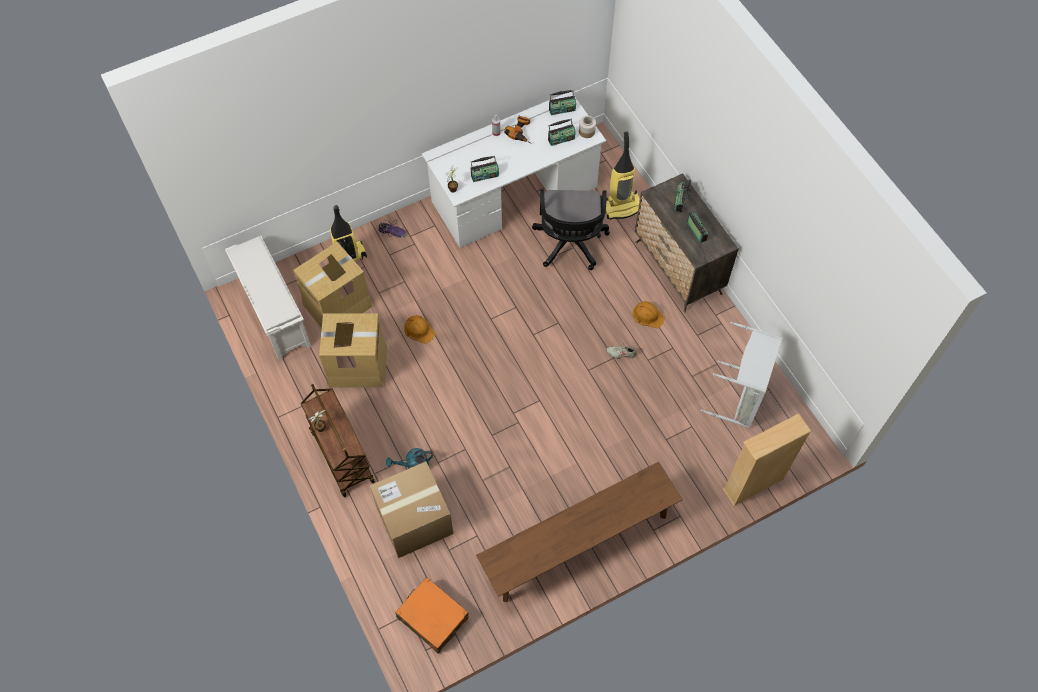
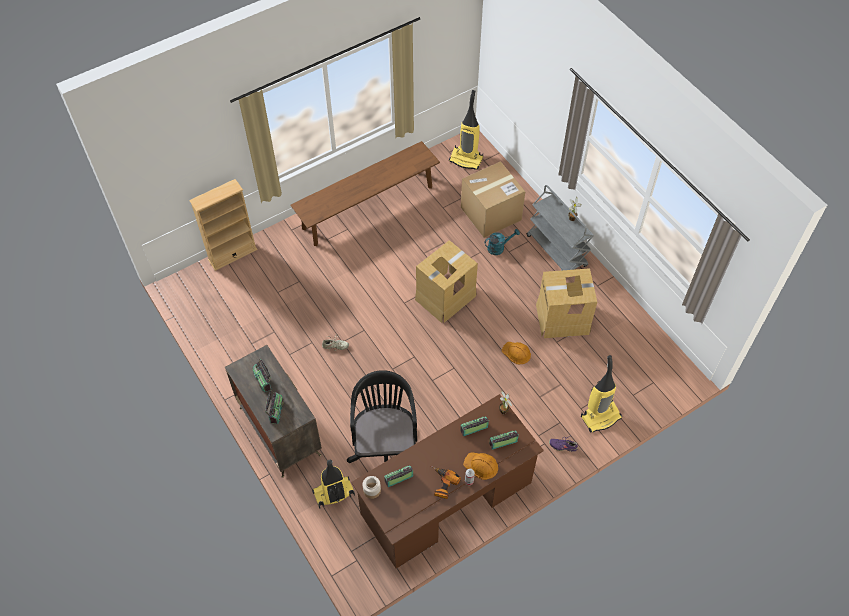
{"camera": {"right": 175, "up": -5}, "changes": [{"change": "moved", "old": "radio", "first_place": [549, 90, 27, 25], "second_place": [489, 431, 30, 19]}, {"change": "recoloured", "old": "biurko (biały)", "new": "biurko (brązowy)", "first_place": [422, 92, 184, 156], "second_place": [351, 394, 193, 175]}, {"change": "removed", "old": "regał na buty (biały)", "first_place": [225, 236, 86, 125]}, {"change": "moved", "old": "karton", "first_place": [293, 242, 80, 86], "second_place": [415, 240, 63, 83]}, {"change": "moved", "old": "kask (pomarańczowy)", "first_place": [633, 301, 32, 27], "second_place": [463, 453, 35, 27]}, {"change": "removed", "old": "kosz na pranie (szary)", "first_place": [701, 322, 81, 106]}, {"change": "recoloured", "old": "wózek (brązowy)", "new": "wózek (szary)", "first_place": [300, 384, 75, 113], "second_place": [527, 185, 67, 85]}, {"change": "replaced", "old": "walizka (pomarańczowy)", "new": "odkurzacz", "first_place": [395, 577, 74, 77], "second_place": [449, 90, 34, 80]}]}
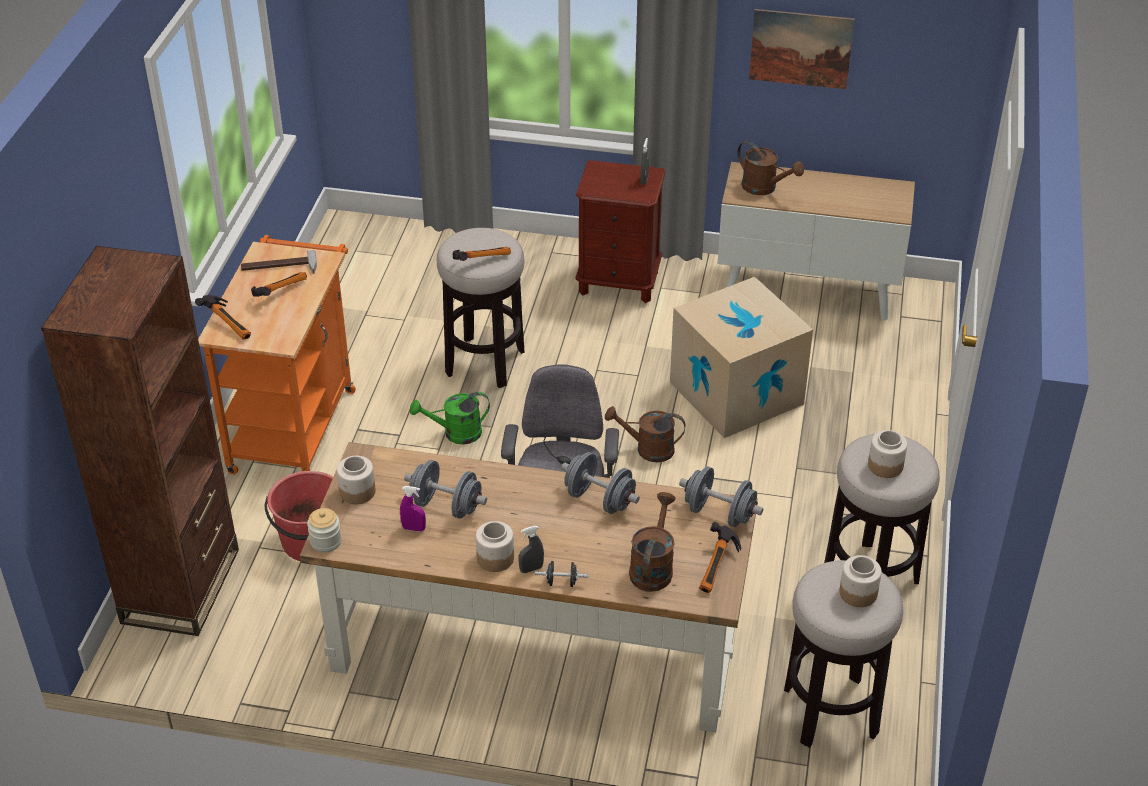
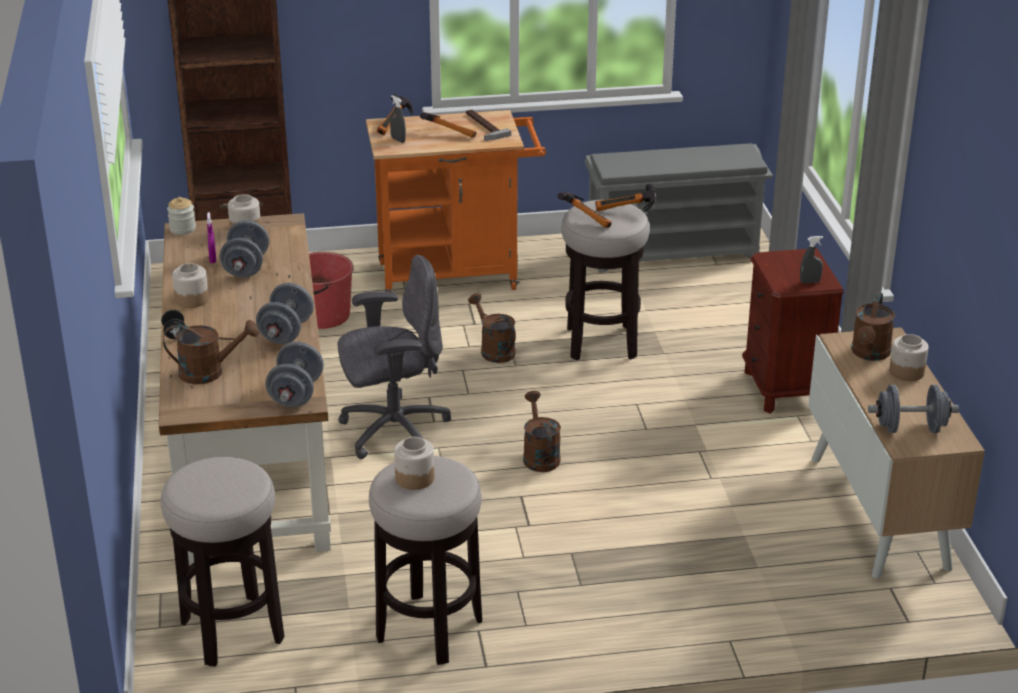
{"camera": {"right": 70, "up": -10}, "changes": [{"change": "removed", "old": "obraz", "first_place": [749, 9, 106, 80]}, {"change": "removed", "old": "karton", "first_place": [670, 277, 143, 161]}, {"change": "recoloured", "old": "konewka (zielony)", "new": "konewka (brązowy)", "first_place": [410, 392, 80, 52], "second_place": [468, 293, 48, 70]}, {"change": "moved", "old": "młotek", "first_place": [699, 522, 42, 71], "second_place": [595, 184, 61, 28]}, {"change": "moved", "old": "spryskiwacz (szary)", "first_place": [519, 526, 25, 47], "second_place": [390, 95, 16, 48]}, {"change": "moved", "old": "słoik", "first_place": [839, 555, 43, 52], "second_place": [889, 334, 39, 47]}, {"change": "added", "new": "regał na buty (szary)", "second_place": [585, 143, 188, 130]}, {"change": "added", "new": "hantel (szary)", "second_place": [868, 385, 91, 48]}]}
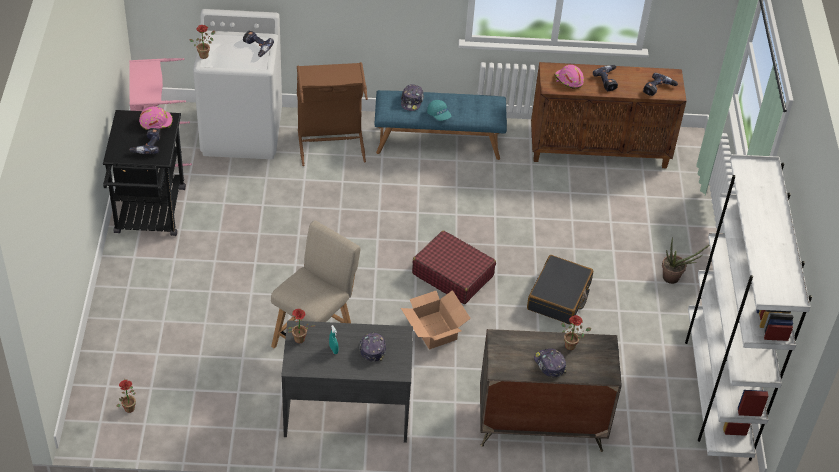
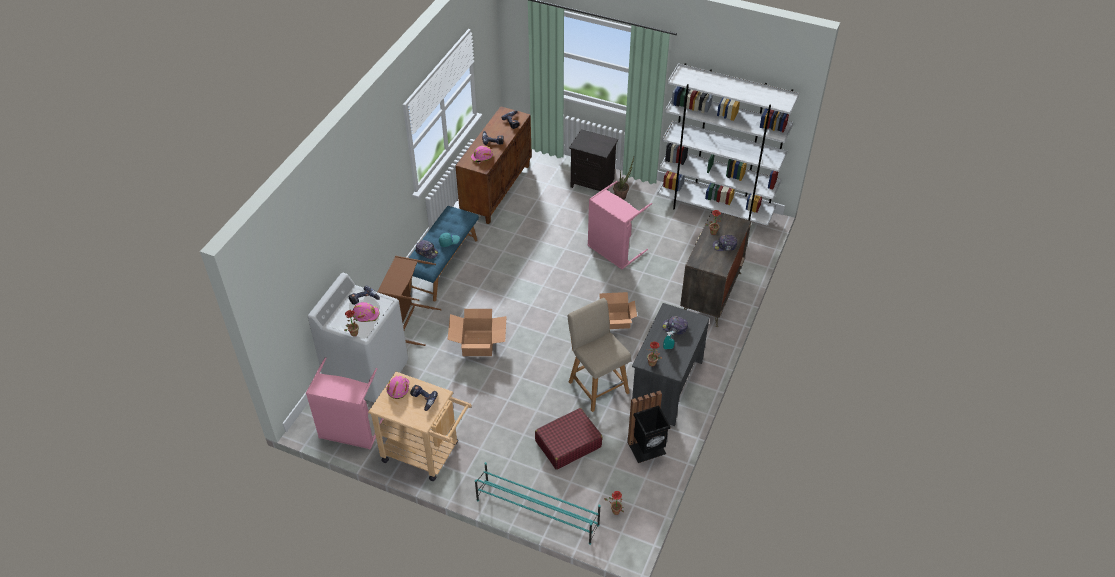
{"camera": {"right": -65, "up": 0}, "changes": [{"change": "recoloured", "old": "wózek (czarny)", "new": "wózek (beżowy)", "first_place": [103, 110, 83, 126], "second_place": [368, 372, 104, 109]}, {"change": "moved", "old": "walizka (czerwony)", "first_place": [412, 230, 84, 74], "second_place": [535, 408, 67, 62]}, {"change": "replaced", "old": "walizka (czarny)", "new": "kosz na pranie (różowy)", "first_place": [527, 255, 66, 70], "second_place": [588, 181, 64, 89]}, {"change": "added", "new": "szafka nocna (czarny)", "second_place": [569, 129, 49, 62]}, {"change": "added", "new": "kask (różowy)", "second_place": [353, 302, 27, 20]}, {"change": "added", "new": "karton", "second_place": [447, 309, 60, 47]}, {"change": "added", "new": "kosz na śmieci (czarny)", "second_place": [627, 391, 44, 72]}, {"change": "added", "new": "regał na buty (turkusowy)", "second_place": [475, 462, 126, 83]}]}
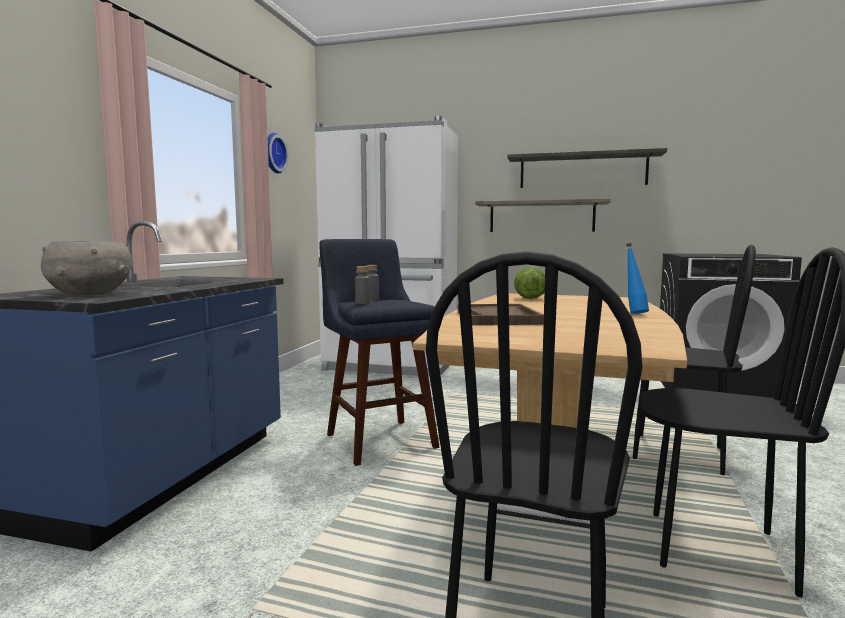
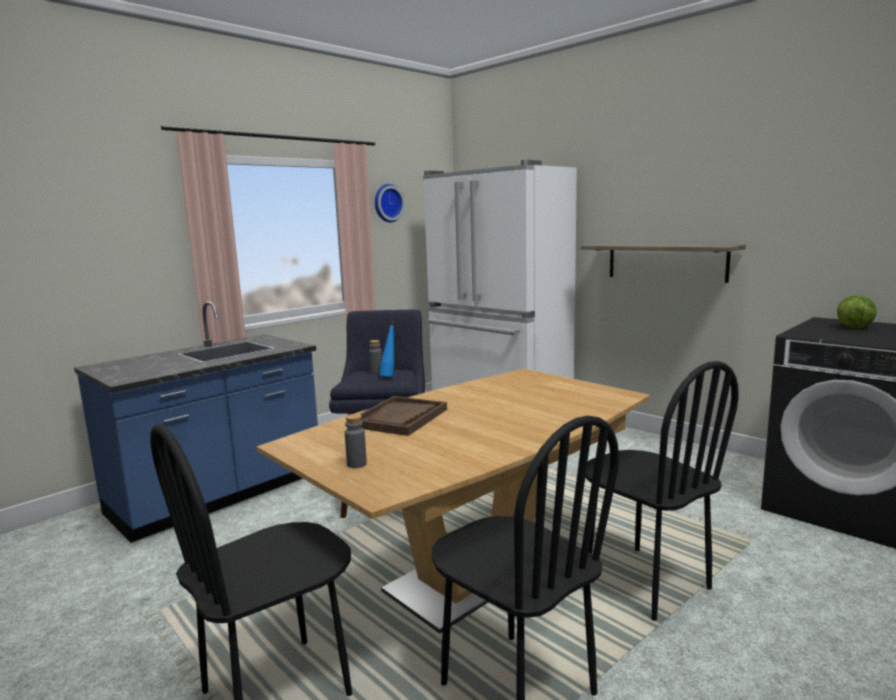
{"camera": {"right": 30, "up": 5}, "changes": [{"change": "removed", "old": "półka", "first_place": [507, 148, 160, 40]}, {"change": "removed", "old": "miska (szary)", "first_place": [41, 241, 90, 54]}, {"change": "moved", "old": "butelka (niebieski)", "first_place": [626, 243, 23, 71], "second_place": [379, 321, 15, 56]}, {"change": "moved", "old": "butelka (szary)", "first_place": [355, 266, 15, 38], "second_place": [345, 414, 22, 54]}, {"change": "moved", "old": "sałata", "first_place": [514, 267, 31, 32], "second_place": [837, 295, 40, 33]}]}
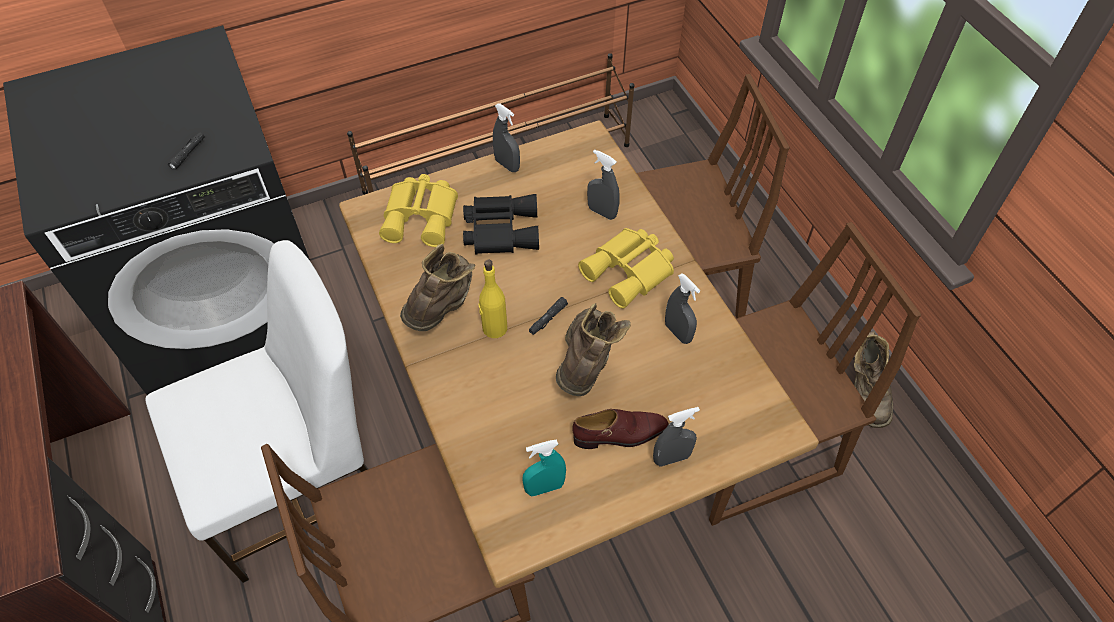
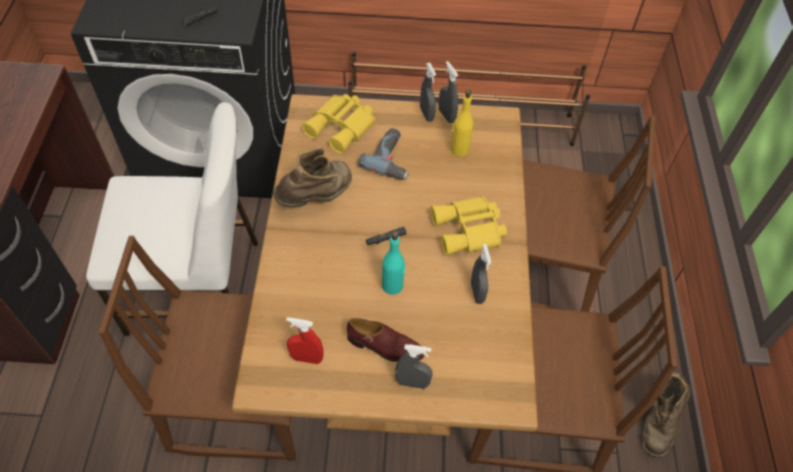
{"camera": {"right": 25, "up": 0}, "changes": [{"change": "moved", "old": "spryskiwacz (szary)", "first_place": [587, 149, 33, 71], "second_place": [439, 61, 19, 62]}, {"change": "replaced", "old": "lornetka (czarny)", "new": "wiertarka", "first_place": [463, 194, 76, 61], "second_place": [358, 128, 51, 52]}, {"change": "moved", "old": "butelka (żółty)", "first_place": [479, 260, 28, 78], "second_place": [451, 89, 22, 68]}, {"change": "replaced", "old": "but z cholewką (brązowy)", "new": "butelka (turkusowy)", "first_place": [556, 303, 75, 93], "second_place": [382, 231, 23, 64]}, {"change": "recoloured", "old": "spryskiwacz (turkusowy)", "new": "spryskiwacz (czerwony)", "first_place": [522, 440, 44, 56], "second_place": [286, 317, 38, 47]}]}
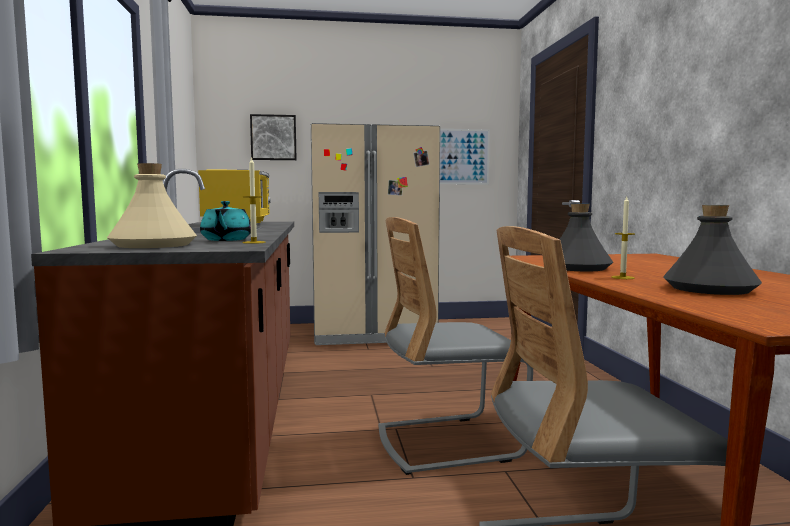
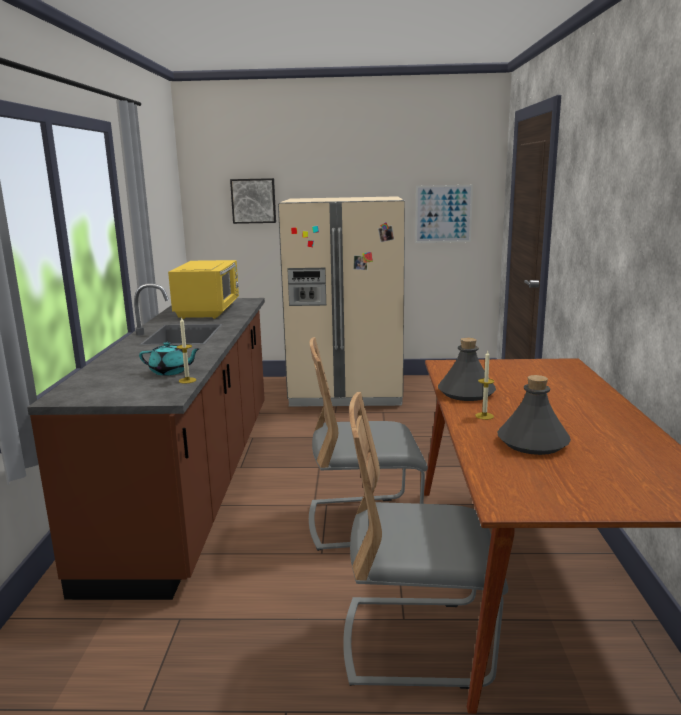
{"camera": {"right": 10, "up": 10}, "changes": [{"change": "removed", "old": "butelka (beżowy)", "first_place": [107, 163, 90, 85]}, {"change": "turned", "old": "imbryk (turkusowy)", "first_place": [200, 201, 51, 40], "second_place": [139, 342, 62, 34], "degrees": -90}]}
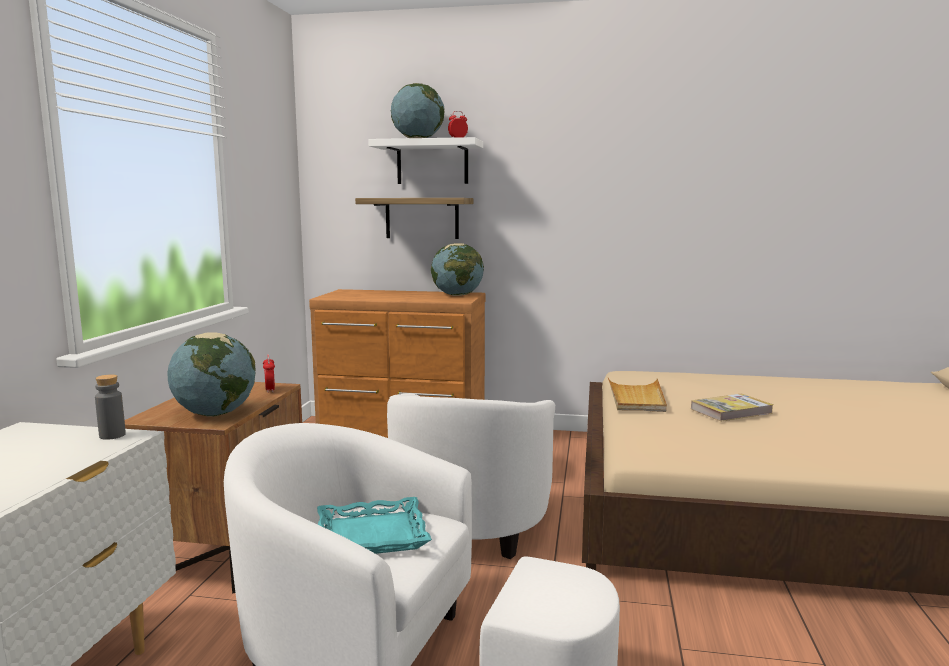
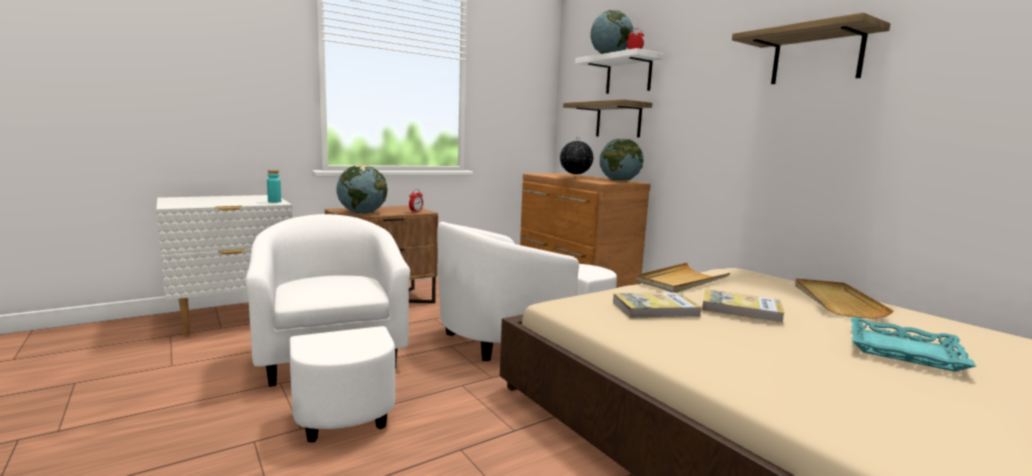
{"camera": {"right": 45, "up": 0}, "changes": [{"change": "recoloured", "old": "butelka (szary)", "new": "butelka (turkusowy)", "first_place": [95, 374, 31, 66], "second_place": [267, 170, 14, 33]}, {"change": "moved", "old": "taca (turkusowy)", "first_place": [317, 497, 115, 57], "second_place": [851, 317, 125, 55]}, {"change": "added", "new": "półka", "second_place": [732, 12, 159, 72]}, {"change": "added", "new": "globus", "second_place": [560, 137, 33, 42]}, {"change": "added", "new": "taca (beżowy)", "second_place": [795, 278, 99, 41]}, {"change": "added", "new": "książka", "second_place": [613, 292, 90, 27]}]}
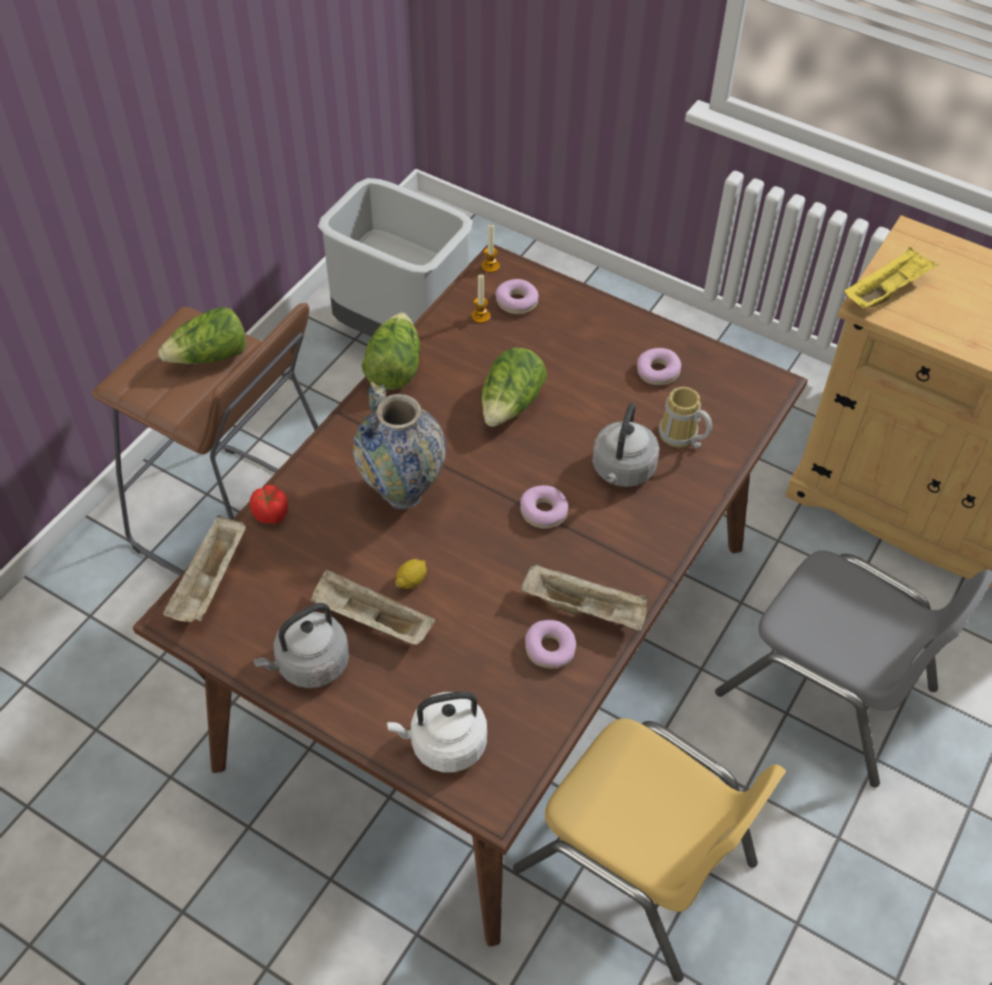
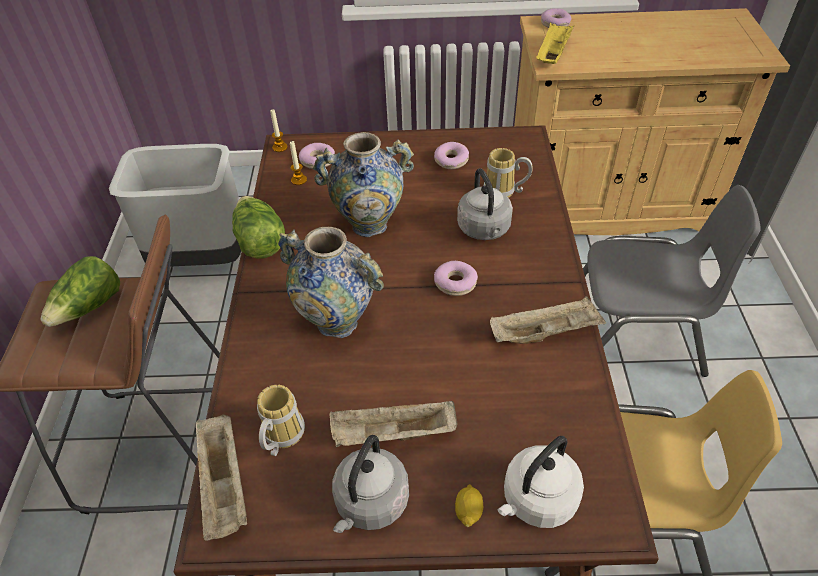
{"camera": {"right": -30, "up": -5}, "changes": [{"change": "replaced", "old": "sałata", "new": "wazon", "first_place": [481, 348, 66, 79], "second_place": [313, 132, 101, 105]}, {"change": "removed", "old": "pomidor", "first_place": [250, 485, 38, 39]}, {"change": "moved", "old": "cytryna", "first_place": [395, 559, 32, 30], "second_place": [455, 484, 28, 43]}, {"change": "moved", "old": "donut", "first_place": [525, 620, 51, 49], "second_place": [541, 8, 31, 20]}, {"change": "added", "new": "kubek", "second_place": [257, 385, 48, 71]}]}
